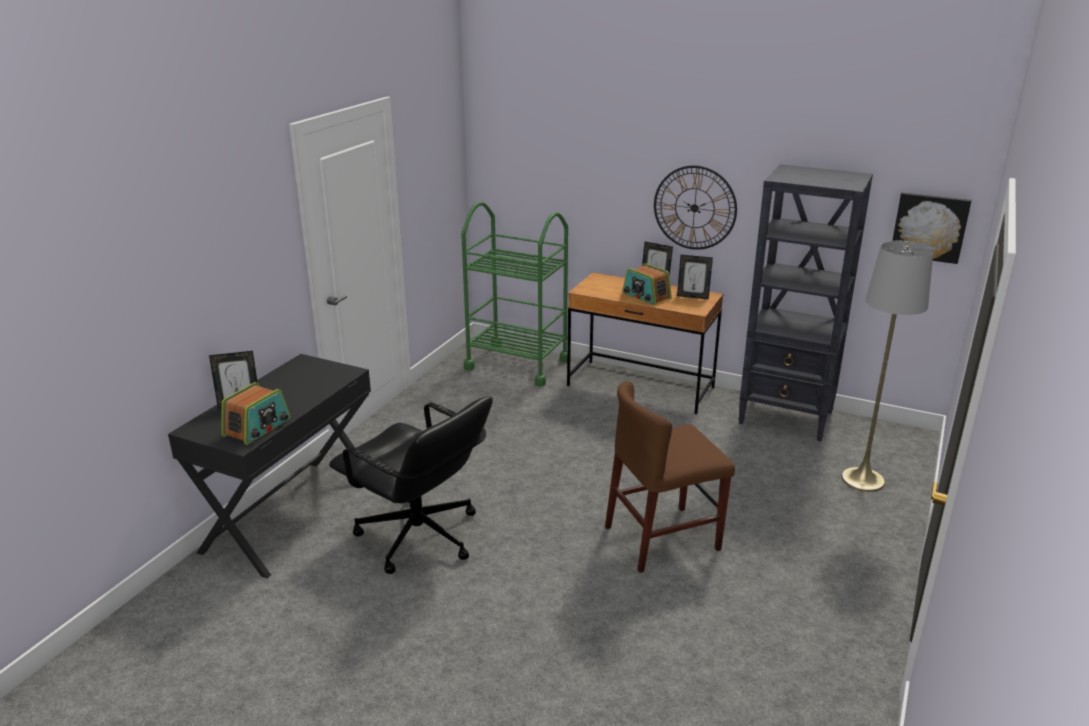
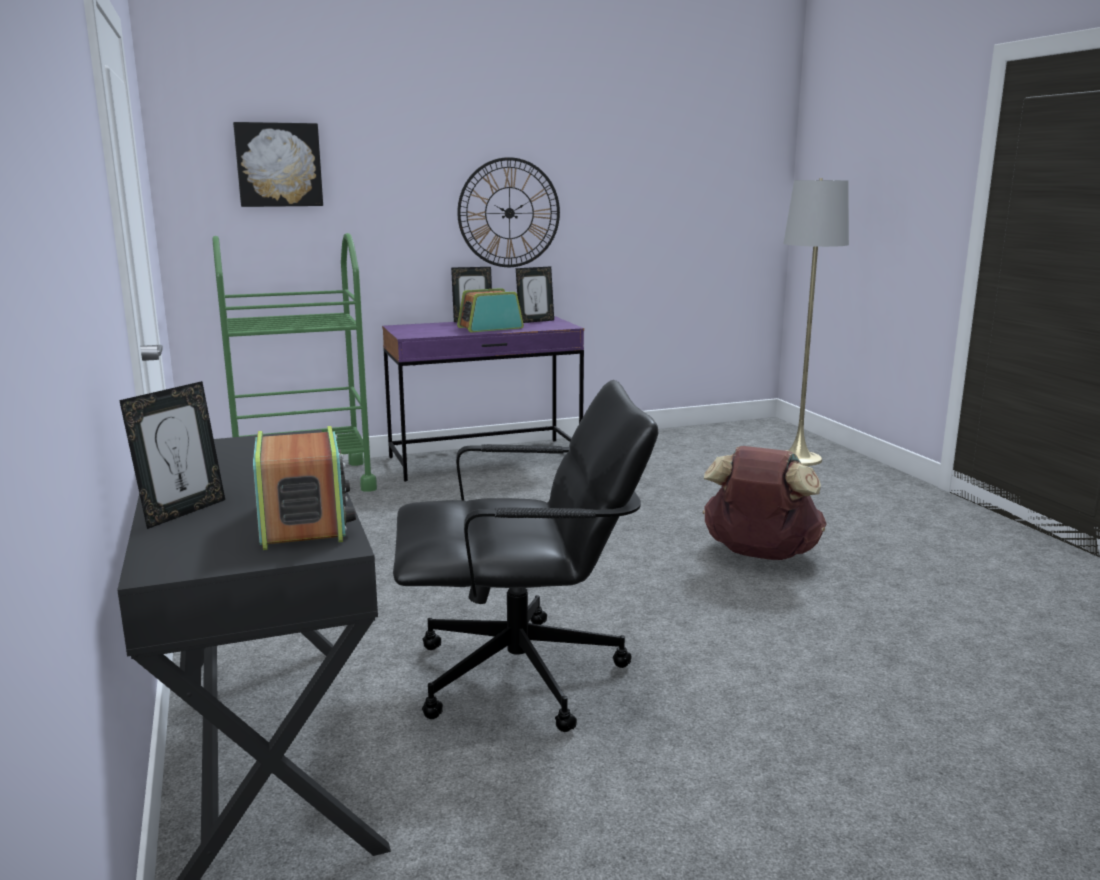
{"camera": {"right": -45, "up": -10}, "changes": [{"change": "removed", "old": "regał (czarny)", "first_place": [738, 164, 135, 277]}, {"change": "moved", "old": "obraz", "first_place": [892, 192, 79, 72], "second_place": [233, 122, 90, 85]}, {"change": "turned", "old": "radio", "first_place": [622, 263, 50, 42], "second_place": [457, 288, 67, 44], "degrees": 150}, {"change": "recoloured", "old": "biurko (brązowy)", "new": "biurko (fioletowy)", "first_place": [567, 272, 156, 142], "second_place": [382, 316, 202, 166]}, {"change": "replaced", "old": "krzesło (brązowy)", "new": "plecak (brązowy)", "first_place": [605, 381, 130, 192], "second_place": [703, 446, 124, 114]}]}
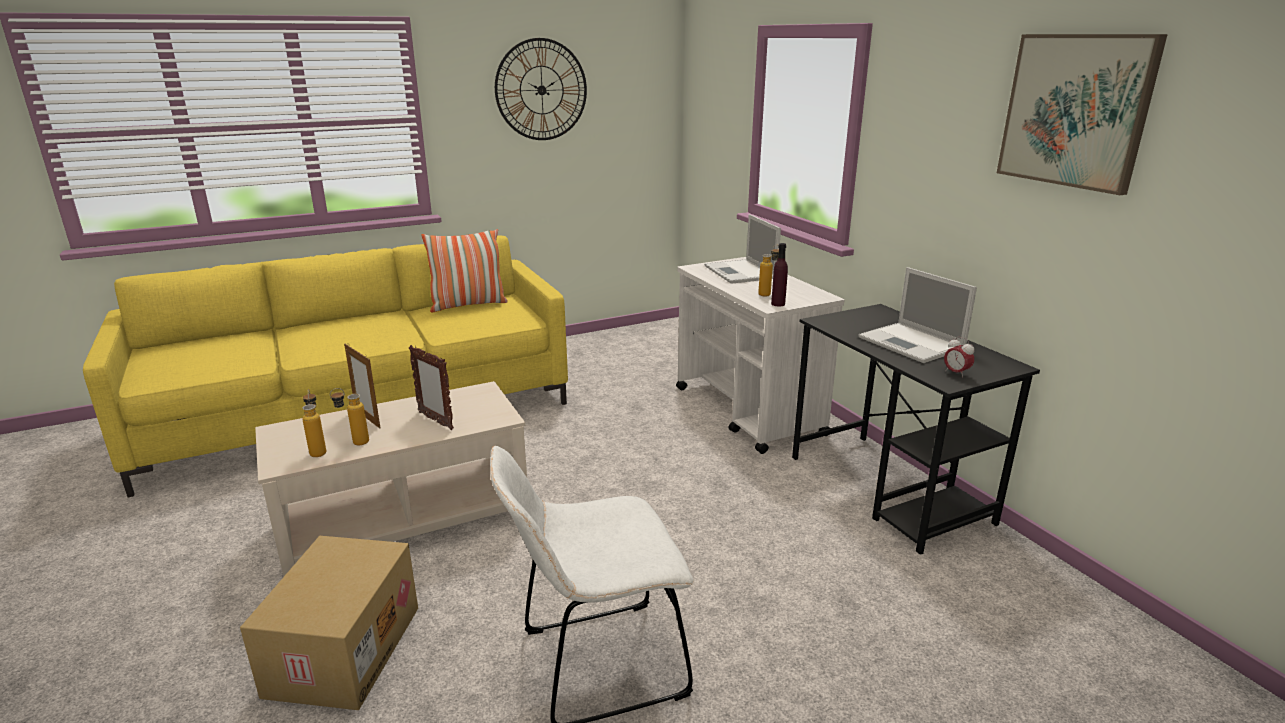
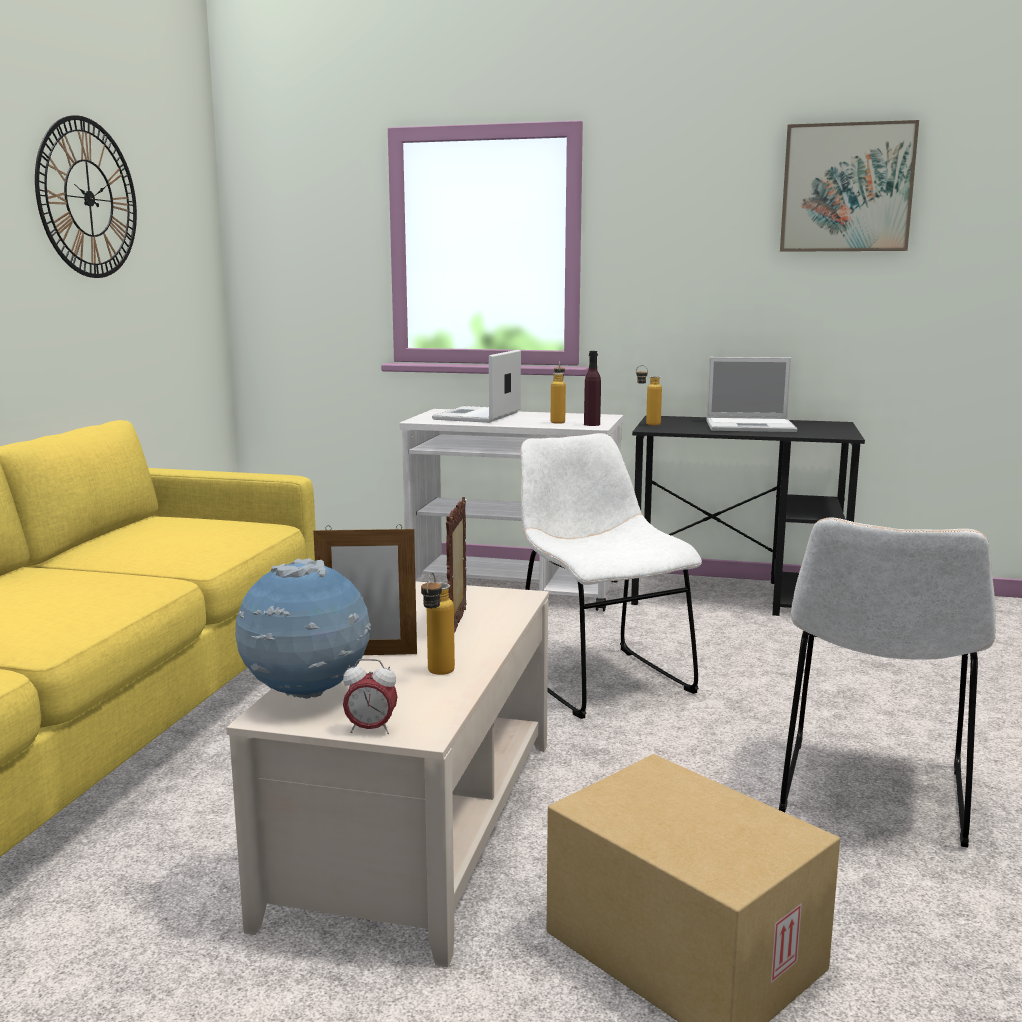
{"camera": {"right": -50, "up": -10}, "changes": [{"change": "turned", "old": "laptop", "first_place": [704, 214, 77, 70], "second_place": [432, 350, 89, 73], "degrees": 90}, {"change": "removed", "old": "poduszka", "first_place": [421, 229, 87, 83]}, {"change": "moved", "old": "budzik", "first_place": [944, 337, 31, 41], "second_place": [343, 659, 55, 75]}, {"change": "turned", "old": "ramka na zdjęcie", "first_place": [409, 345, 45, 85], "second_place": [446, 497, 20, 136], "degrees": 105}, {"change": "moved", "old": "butelka", "first_place": [302, 389, 24, 68], "second_place": [636, 365, 26, 61]}, {"change": "added", "new": "krzesło (biały)", "second_place": [521, 433, 181, 286]}, {"change": "added", "new": "globus", "second_place": [235, 558, 136, 141]}]}
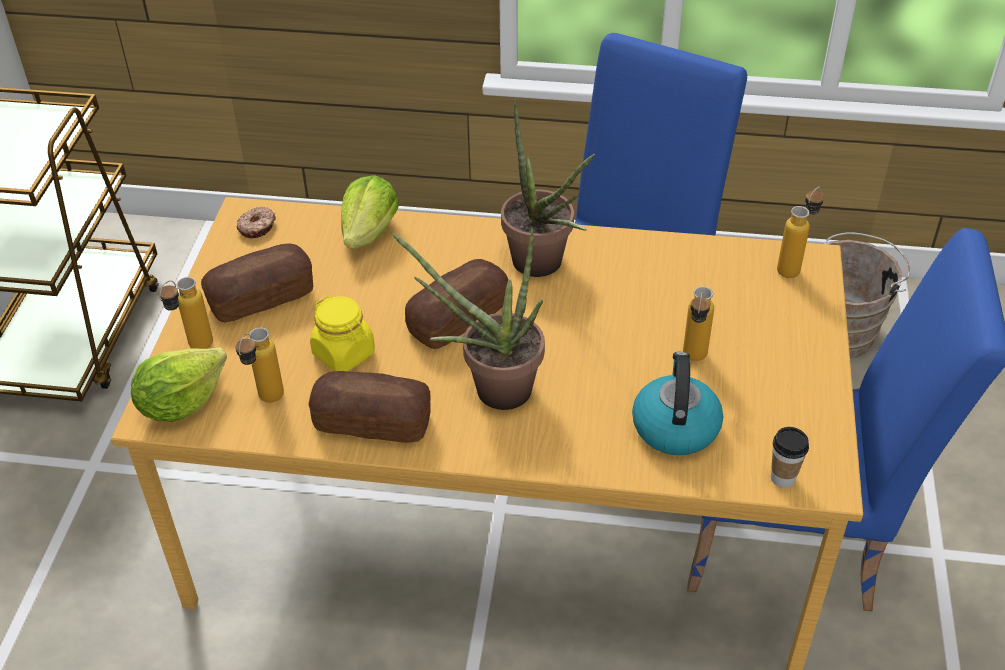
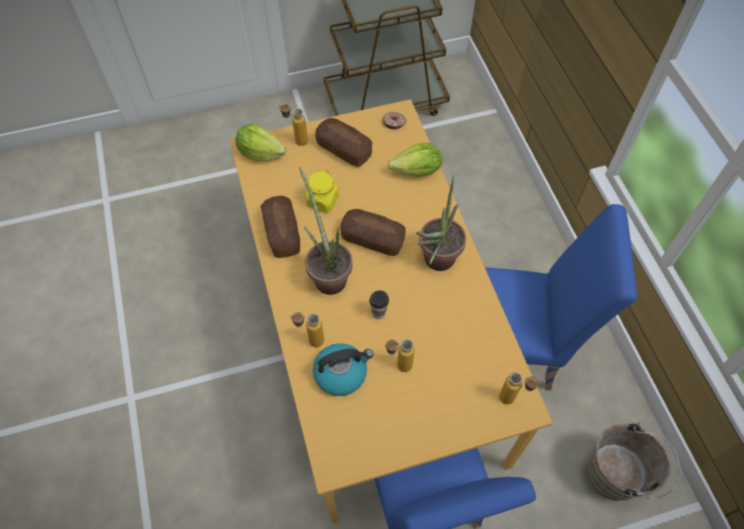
{"camera": {"right": 65, "up": 15}, "changes": [{"change": "moved", "old": "butelka", "first_place": [235, 328, 49, 75], "second_place": [291, 312, 33, 35]}, {"change": "moved", "old": "filiżanka", "first_place": [771, 427, 38, 61], "second_place": [369, 290, 20, 29]}]}
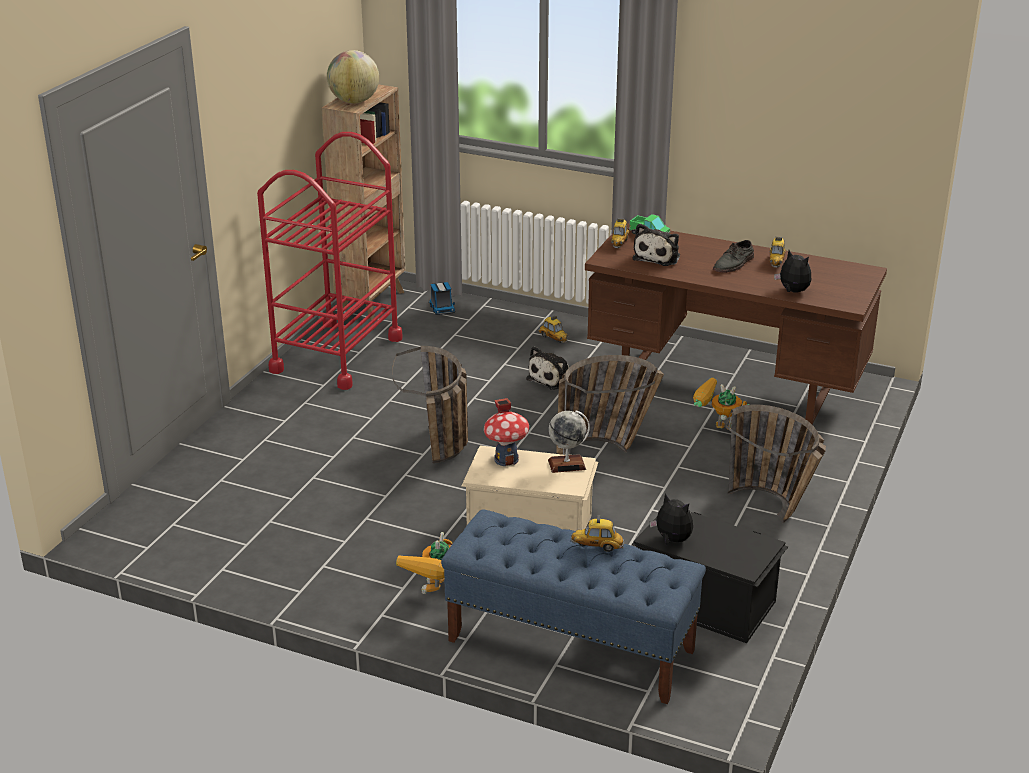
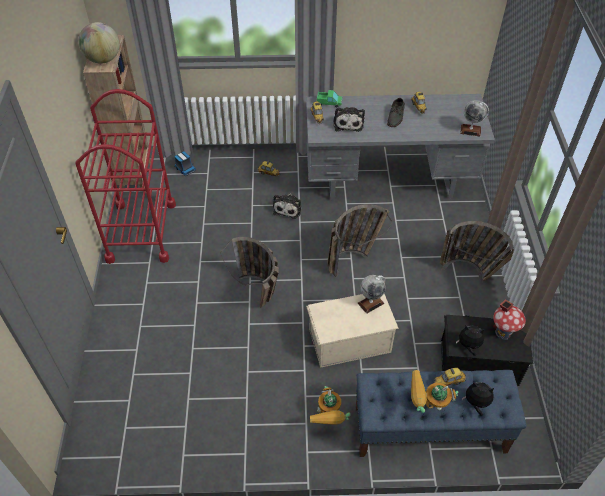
{"camera": {"right": -25, "up": 20}, "changes": [{"change": "recoloured", "old": "biurko (brązowy)", "new": "biurko (szary)", "first_place": [585, 223, 302, 202], "second_place": [306, 94, 189, 107]}, {"change": "moved", "old": "pluszak", "first_place": [774, 250, 37, 43], "second_place": [462, 382, 32, 34]}, {"change": "moved", "old": "robot zabawkowy", "first_place": [693, 378, 57, 50], "second_place": [411, 370, 47, 43]}, {"change": "moved", "old": "domek", "first_place": [484, 398, 45, 68], "second_place": [493, 299, 33, 41]}, {"change": "added", "new": "globus", "second_place": [460, 100, 29, 36]}]}
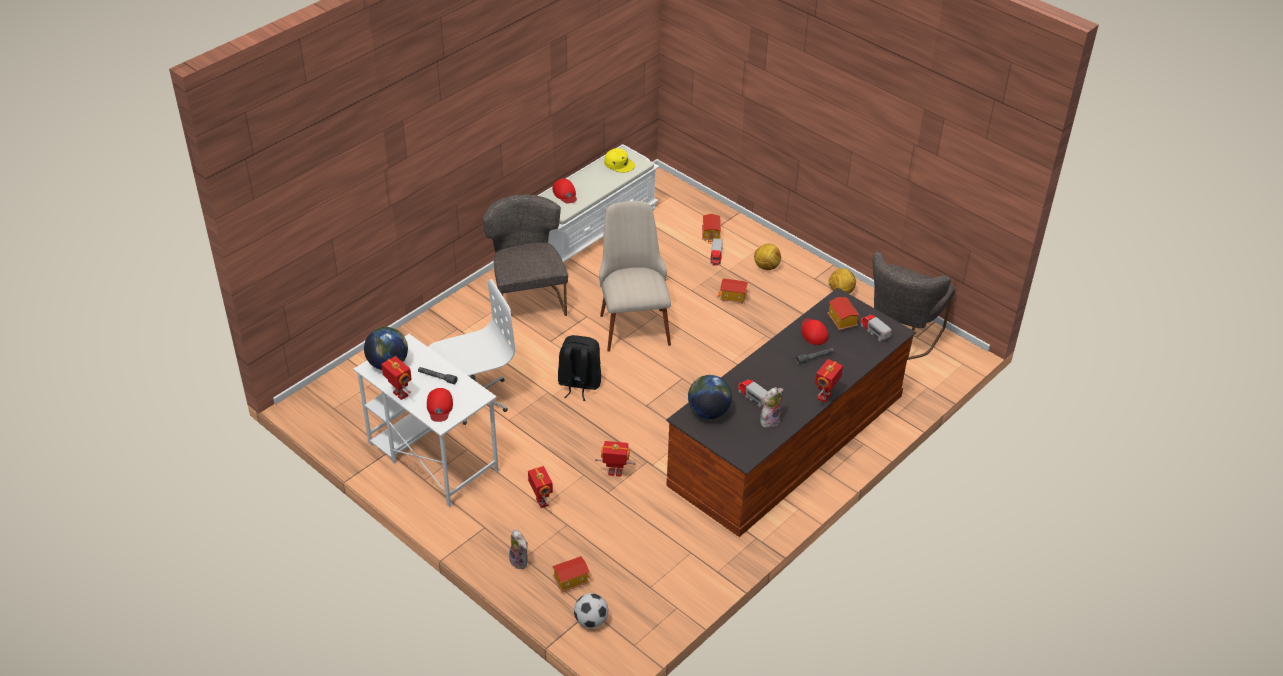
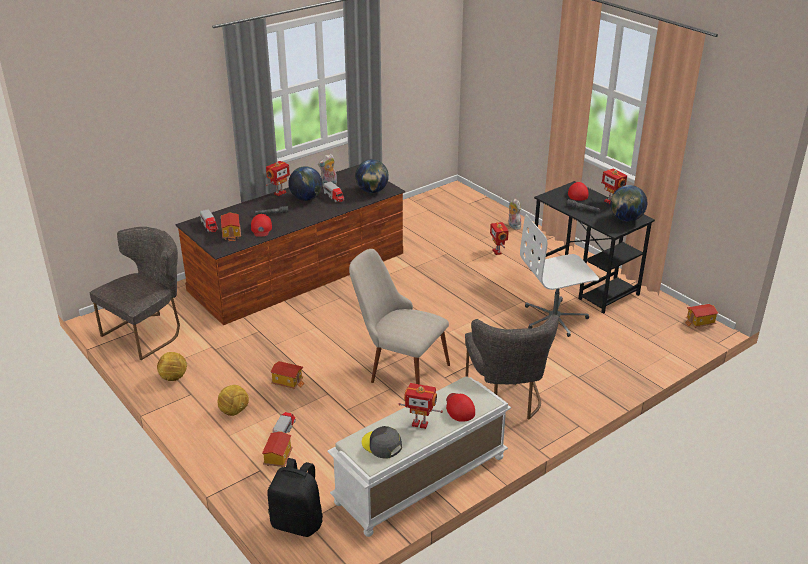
{"camera": {"right": -170, "up": -10}, "changes": [{"change": "recoloured", "old": "czapka z daszkiem (żółty)", "new": "czapka z daszkiem (szary)", "first_place": [604, 148, 31, 25], "second_place": [362, 426, 40, 32]}, {"change": "turned", "old": "krzesło (beżowy)", "first_place": [599, 201, 72, 151], "second_place": [349, 249, 101, 135], "degrees": 120}, {"change": "recoloured", "old": "biurko (biały)", "new": "biurko (czarny)", "first_place": [353, 334, 146, 173], "second_place": [532, 181, 123, 133]}, {"change": "moved", "old": "plecak (czarny)", "first_place": [558, 335, 43, 66], "second_place": [267, 458, 56, 79]}, {"change": "moved", "old": "robot zabawkowy", "first_place": [595, 441, 41, 36], "second_place": [399, 383, 44, 46]}, {"change": "moved", "old": "domek", "first_place": [552, 556, 38, 36], "second_place": [685, 304, 33, 24]}, {"change": "removed", "old": "piłka futbolowa", "first_place": [574, 593, 34, 35]}, {"change": "added", "new": "globus", "second_place": [288, 166, 34, 35]}]}
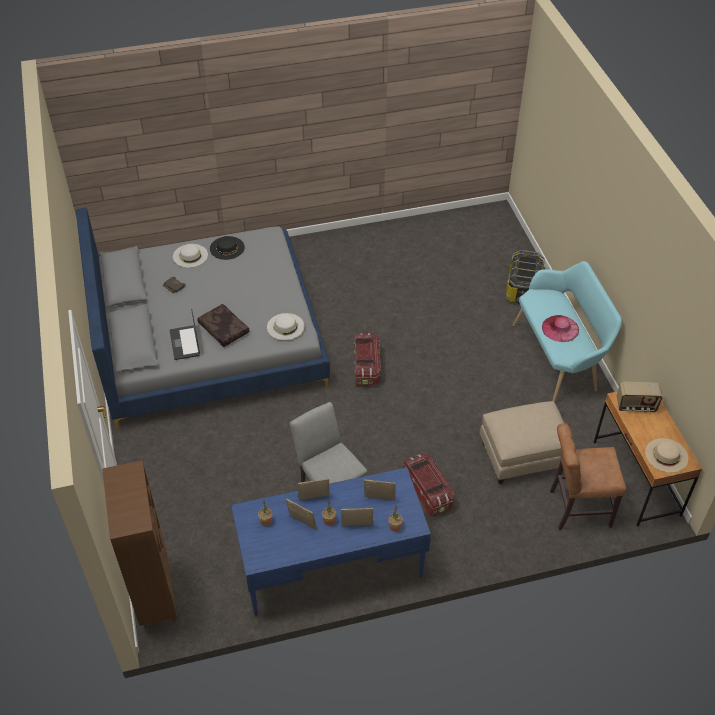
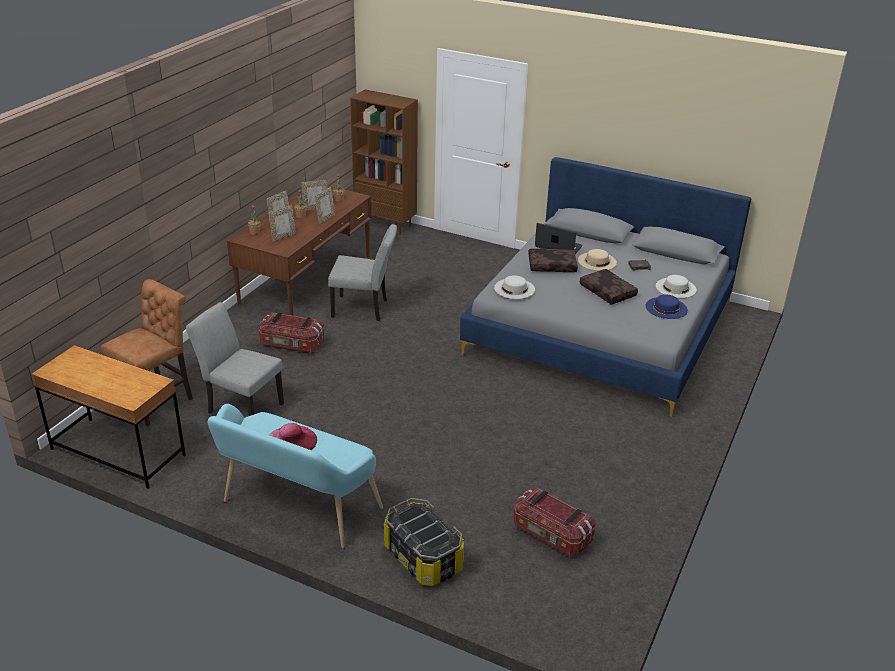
{"camera": {"right": 130, "up": -15}, "changes": [{"change": "recoloured", "old": "kapelusz (czarny)", "new": "kapelusz (niebieski)", "first_place": [210, 236, 35, 24], "second_place": [645, 294, 43, 25]}, {"change": "moved", "old": "pojemnik do przechowywania", "first_place": [354, 333, 27, 53], "second_place": [514, 486, 81, 70]}, {"change": "removed", "old": "radio", "first_place": [617, 382, 45, 30]}, {"change": "replaced", "old": "pufa (beżowy)", "new": "krzesło (szary)", "first_place": [480, 401, 95, 83], "second_place": [186, 302, 98, 114]}, {"change": "moved", "old": "kapelusz (beżowy)", "first_place": [645, 438, 43, 35], "second_place": [578, 249, 39, 22]}, {"change": "recoloured", "old": "biurko (niebieski)", "new": "biurko (brązowy)", "first_place": [231, 467, 200, 150], "second_place": [227, 186, 145, 130]}, {"change": "added", "new": "poduszka (brązowy)", "second_place": [580, 269, 58, 36]}]}
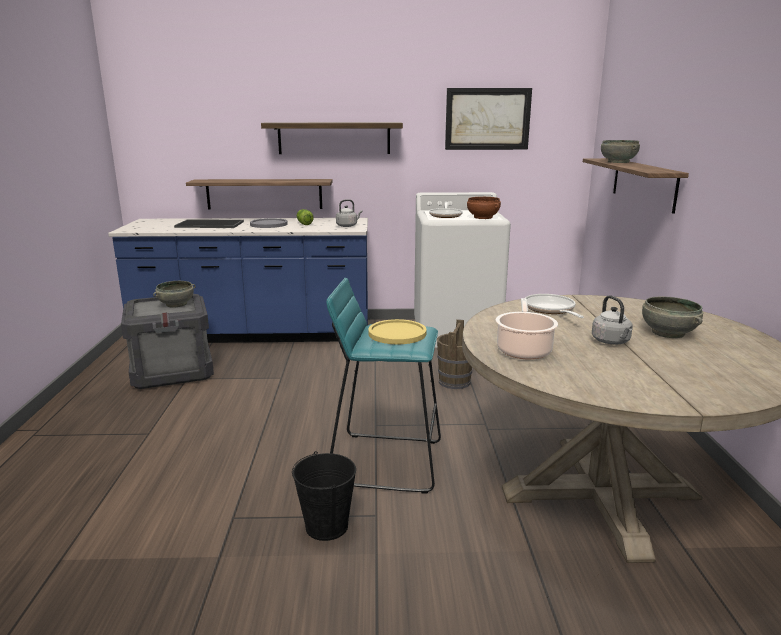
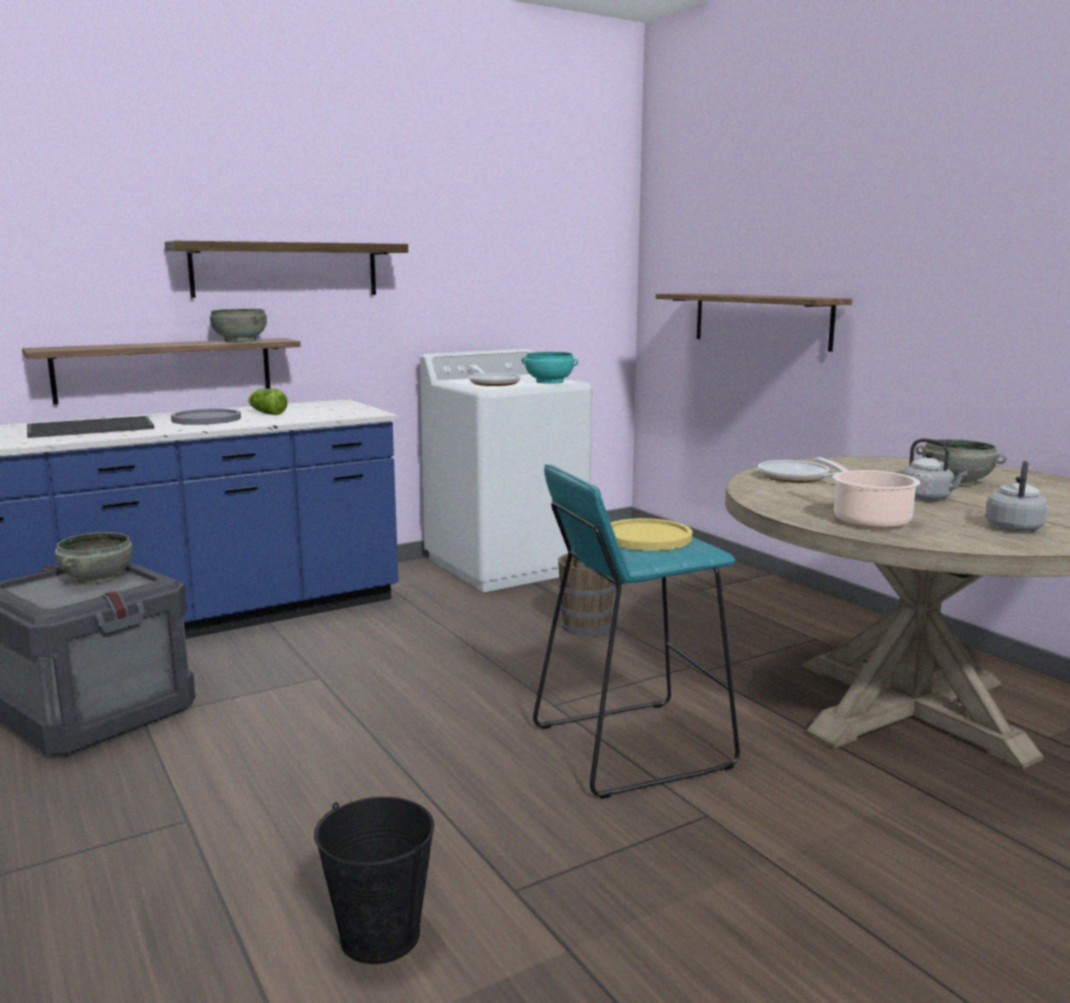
{"camera": {"right": -30, "up": -5}, "changes": [{"change": "removed", "old": "obraz", "first_place": [445, 88, 87, 62]}, {"change": "moved", "old": "miska (szary)", "first_place": [601, 140, 39, 23], "second_place": [210, 309, 57, 33]}, {"change": "recoloured", "old": "miska (brązowy)", "new": "miska (turkusowy)", "first_place": [467, 197, 34, 22], "second_place": [521, 352, 57, 32]}, {"change": "moved", "old": "czajnik (szary)", "first_place": [336, 199, 26, 28], "second_place": [985, 461, 63, 70]}, {"change": "moved", "old": "wiadro (czarny)", "first_place": [292, 451, 64, 90], "second_place": [314, 797, 120, 167]}]}
